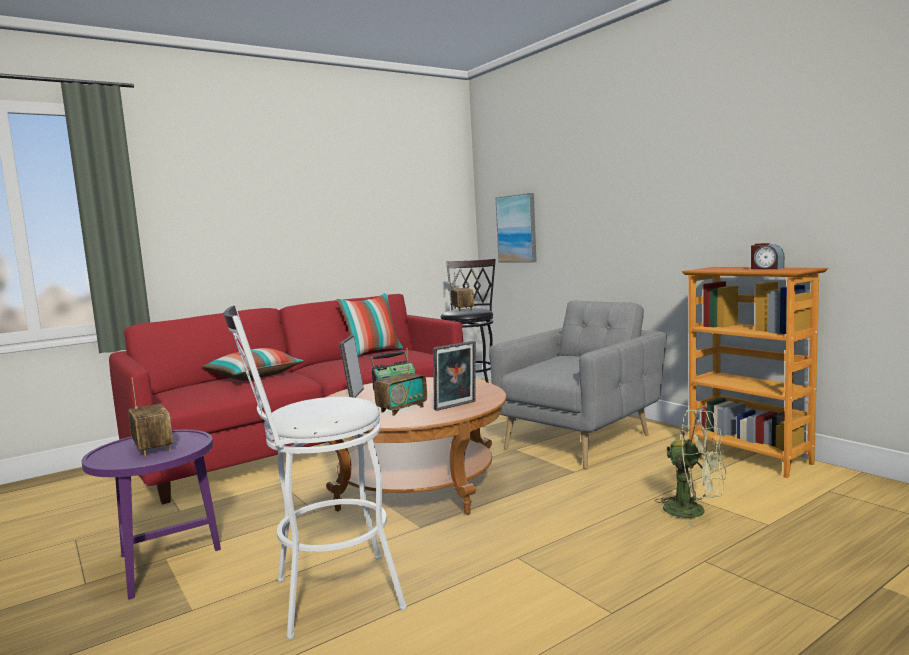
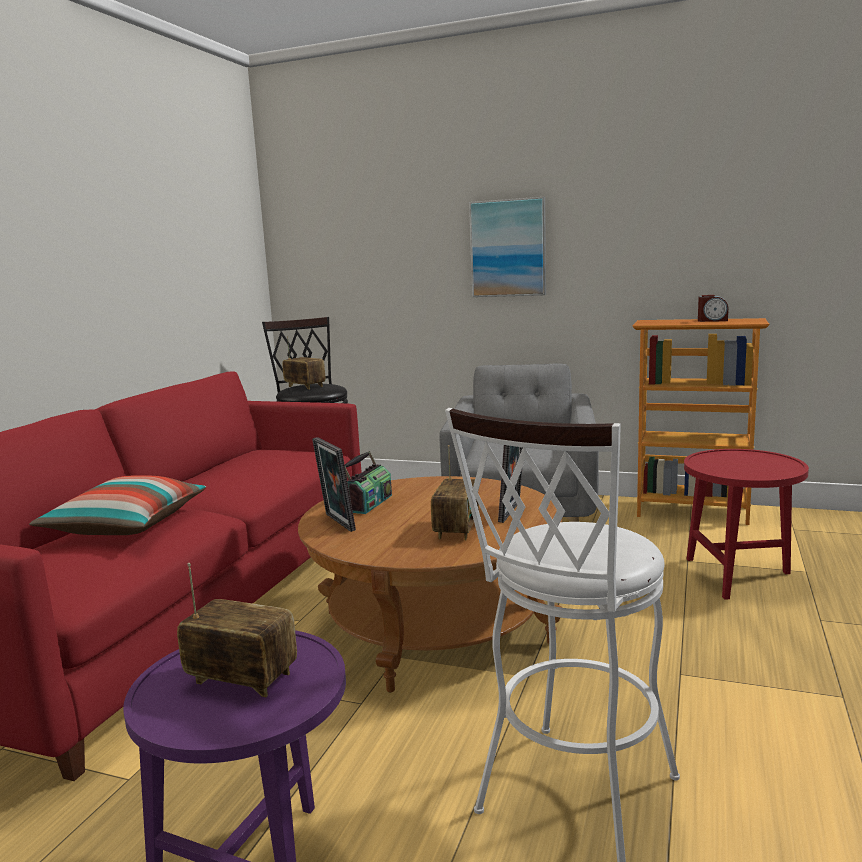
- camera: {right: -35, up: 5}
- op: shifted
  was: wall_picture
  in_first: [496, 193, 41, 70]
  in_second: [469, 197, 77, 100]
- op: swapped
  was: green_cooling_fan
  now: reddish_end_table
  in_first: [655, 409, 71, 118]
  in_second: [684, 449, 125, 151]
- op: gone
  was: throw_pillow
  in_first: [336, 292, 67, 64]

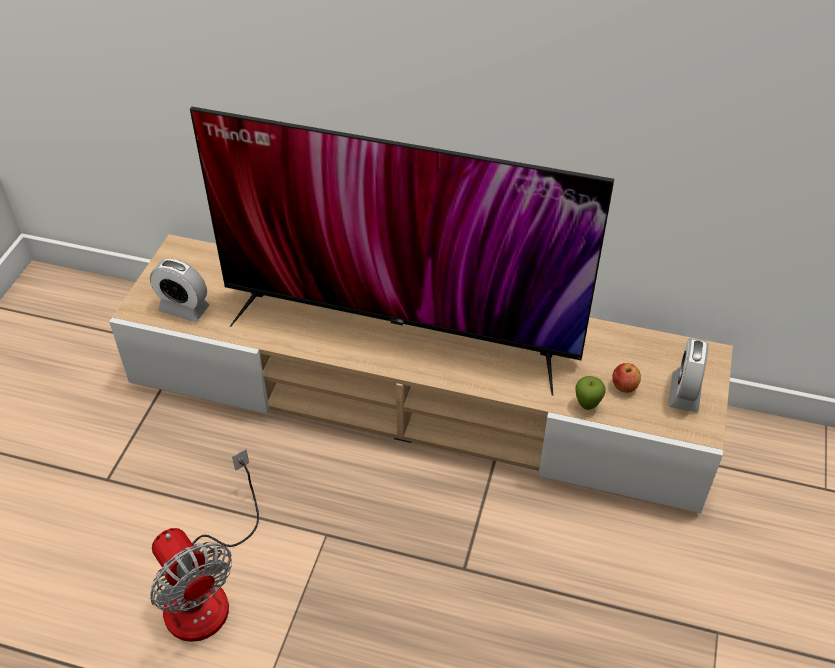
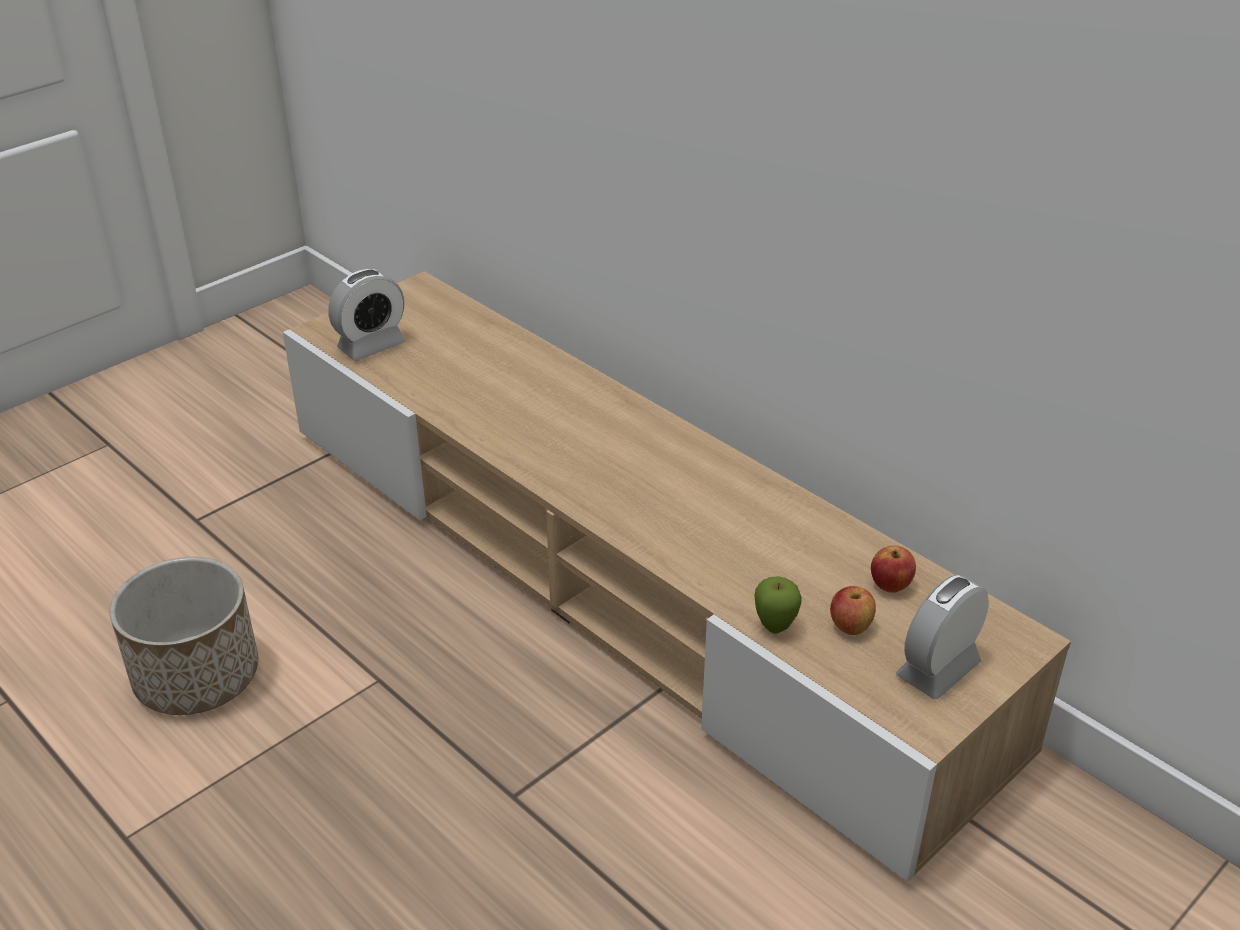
- camera: {right: 30, up: -10}
- op: swapped
  was: cooling_fan
  now: flower_pot
  in_first: [150, 449, 109, 193]
  in_second: [110, 557, 148, 158]
- op: rotated
  was: bedside_clock
  in_first: [150, 259, 59, 63]
  in_second: [328, 269, 77, 92]
  clockwise: -90
- op: new
  now: apple_fruit
  in_second: [871, 545, 45, 48]
- op: gone
  was: TV_set
  in_first: [190, 107, 424, 289]

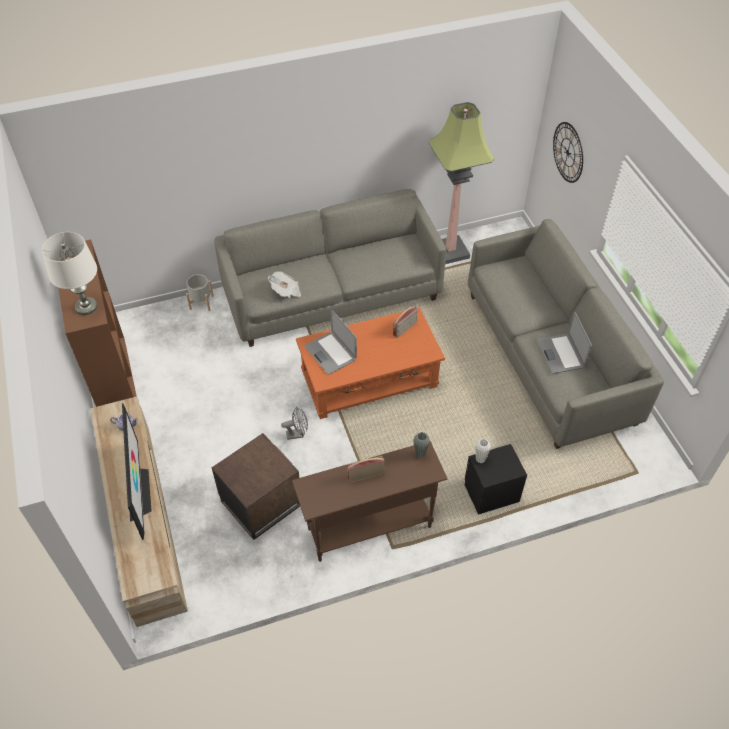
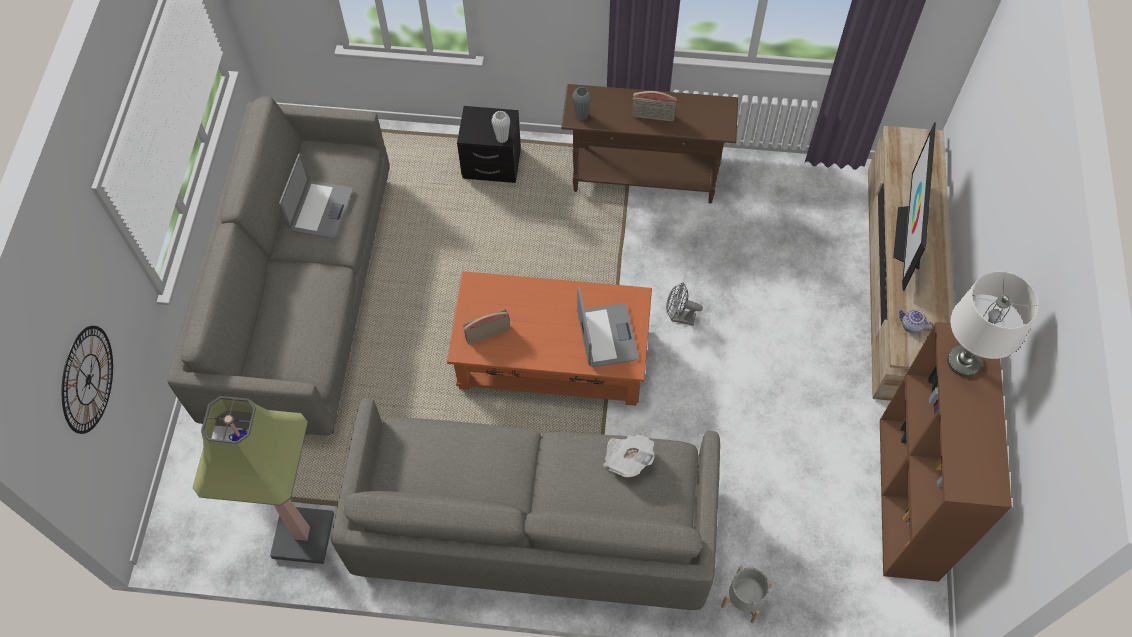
- camera: {right: -155, up: 10}
- op: gone
  was: brownish_end_table
  in_first: [211, 433, 89, 107]

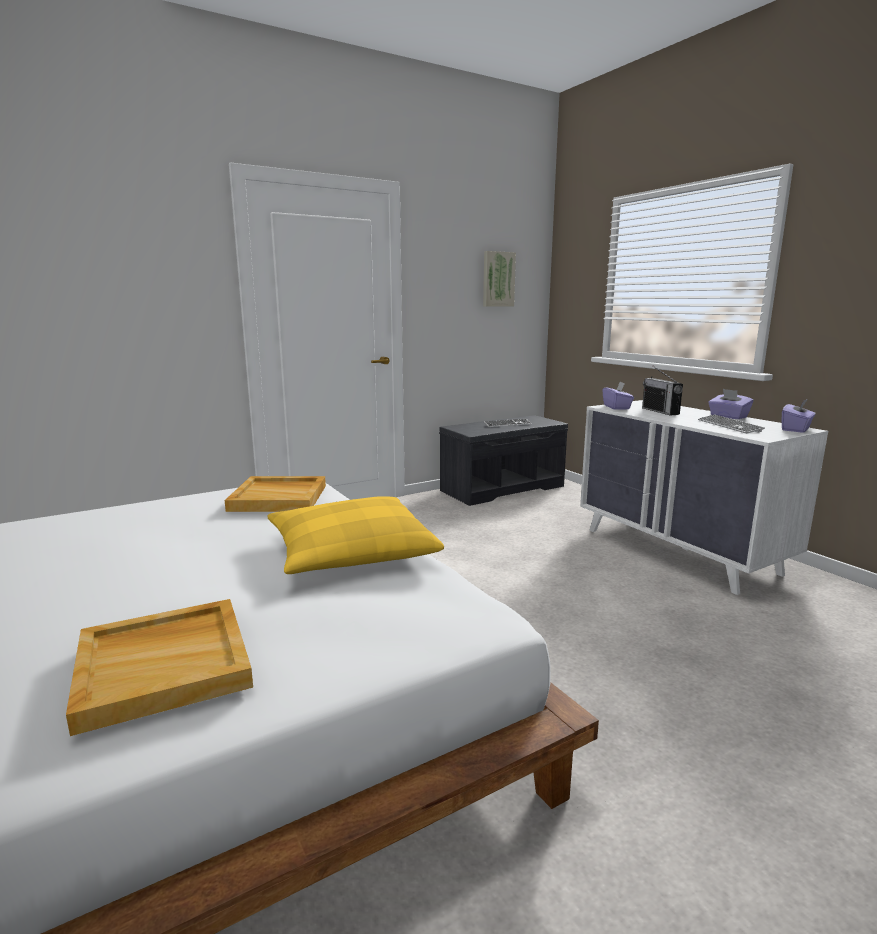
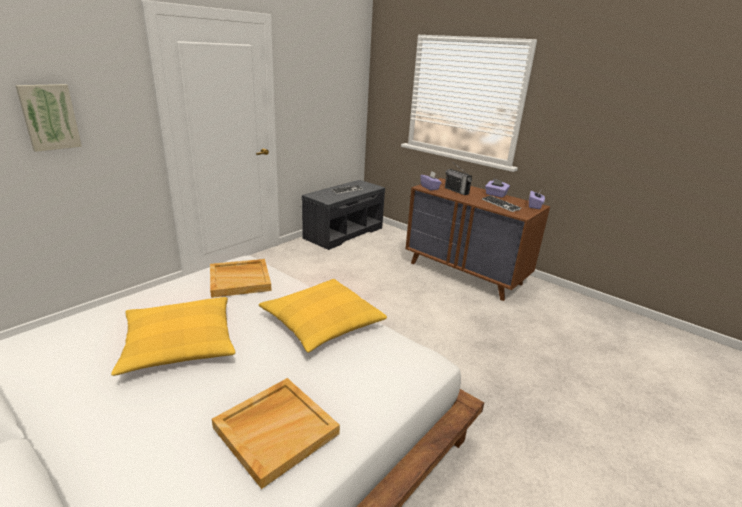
- camera: {right: -20, up: 10}
- op: shifted
  was: wall_picture
  in_first: [483, 251, 33, 56]
  in_second: [15, 84, 67, 68]
- op: new
  now: yellowish_throw_pillow
  in_second: [111, 297, 124, 79]
- op: repainted
  was: whitish_drawer_chest
  now: brownish_drawer_chest
  in_first: [580, 400, 248, 195]
  in_second: [405, 178, 145, 123]

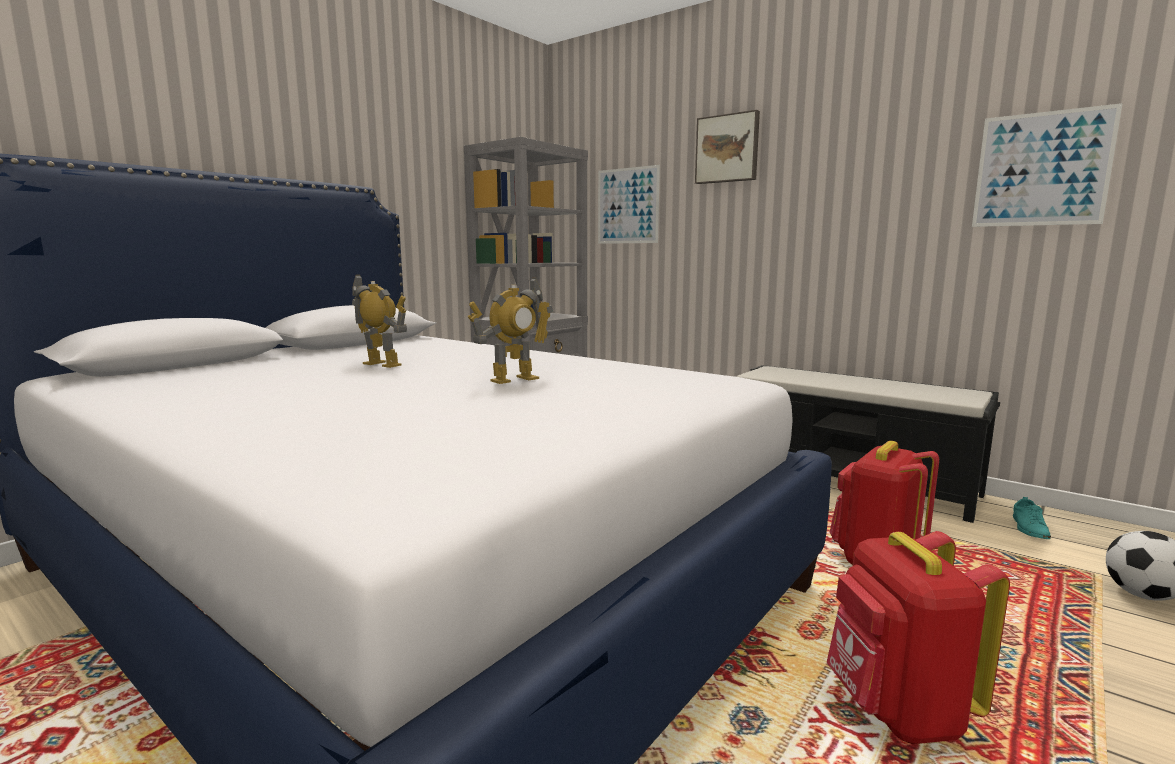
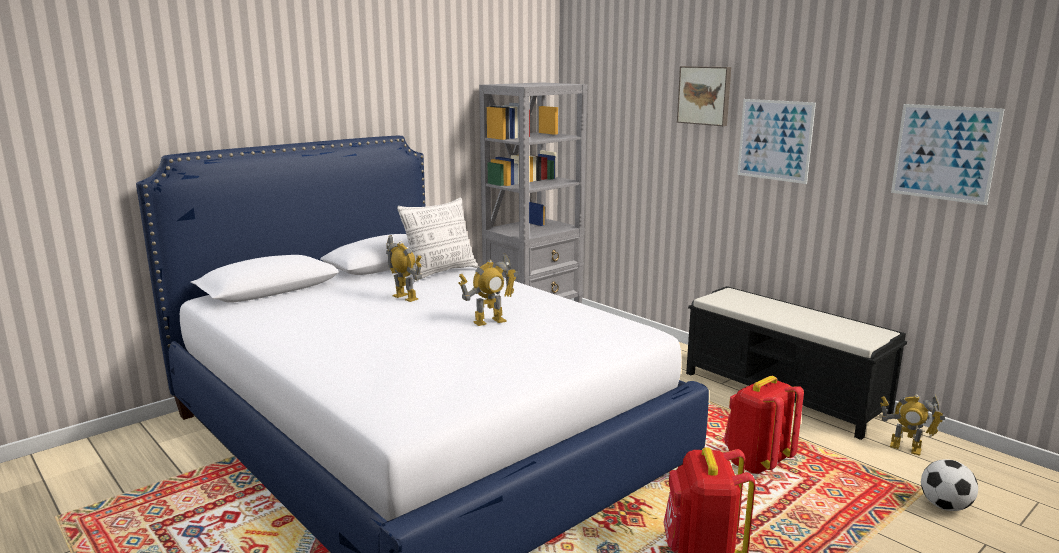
- camera: {right: 10, up: 5}
- op: new
  now: throw_pillow
  in_second: [397, 198, 81, 84]
- op: shifted
  was: wall_picture
  in_first: [598, 165, 62, 79]
  in_second: [737, 99, 79, 85]
- op: swapped
  was: blue-green_item_of_footwear
  now: robot_figure
  in_first: [1013, 497, 38, 42]
  in_second: [880, 395, 65, 61]

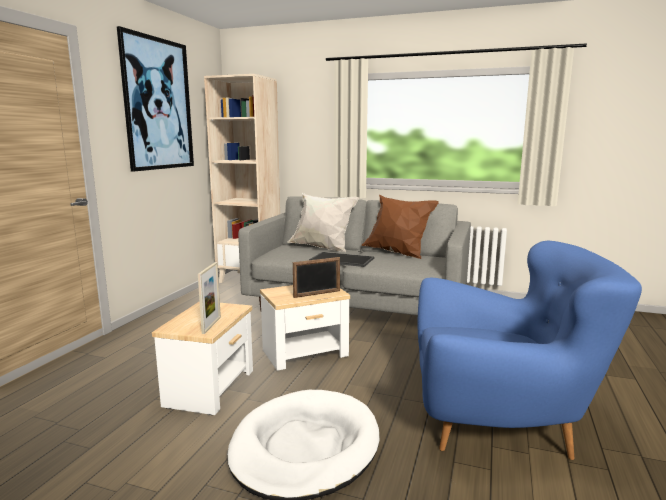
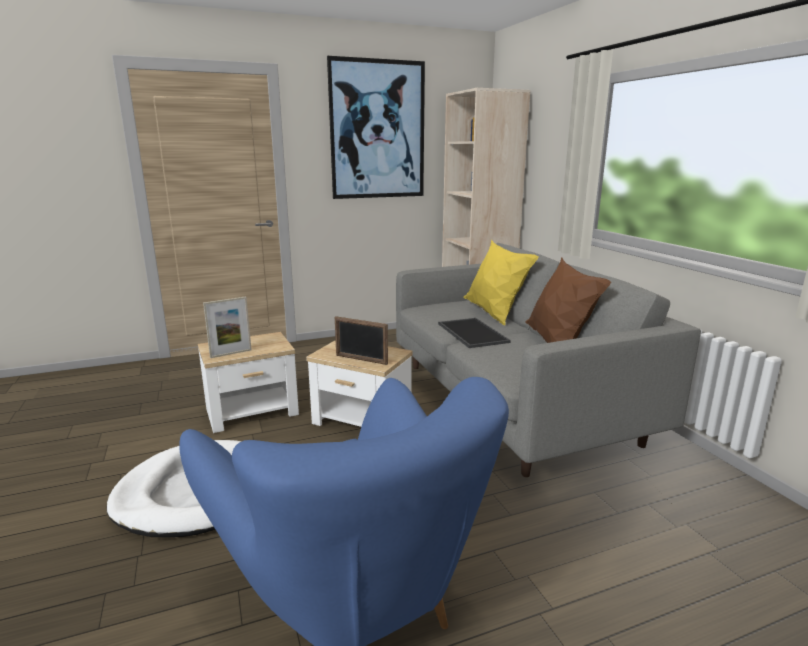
- camera: {right: 50, up: 5}
- op: repainted
  was: whitish_throw_pillow
  now: yellowish_throw_pillow
  in_first: [287, 193, 72, 59]
  in_second: [464, 240, 74, 86]

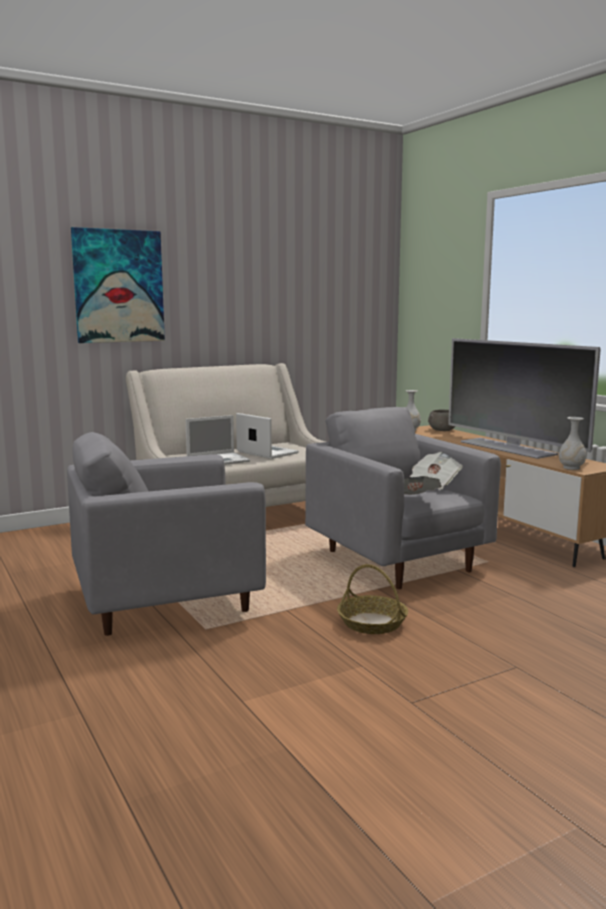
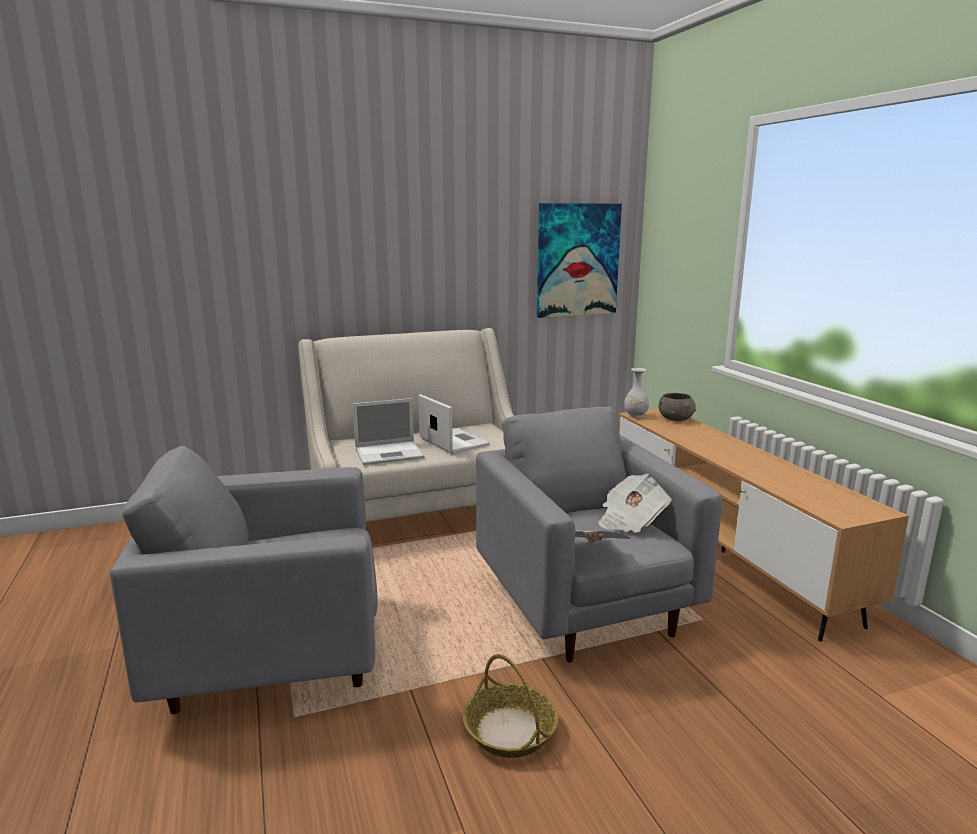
- camera: {right: 10, up: 5}
- op: shifted
  was: wall_picture
  in_first: [71, 227, 94, 116]
  in_second: [537, 203, 85, 115]
- op: gone
  was: TV_set
  in_first: [448, 338, 153, 121]
- op: gone
  was: whitish_vase
  in_first: [559, 417, 27, 53]

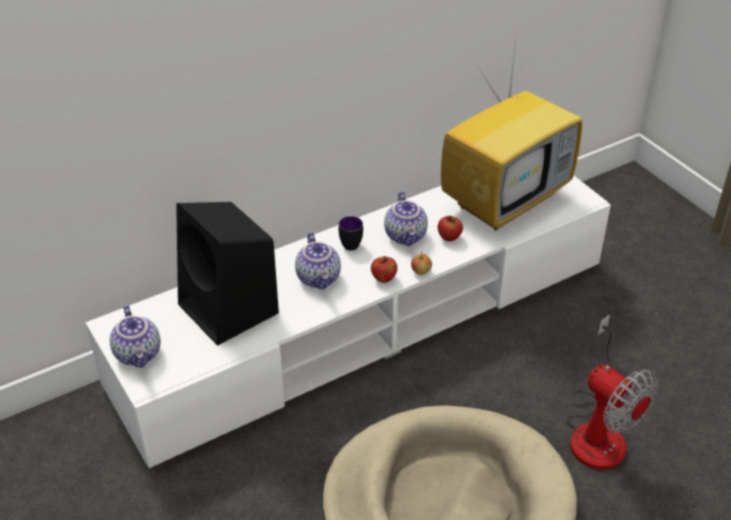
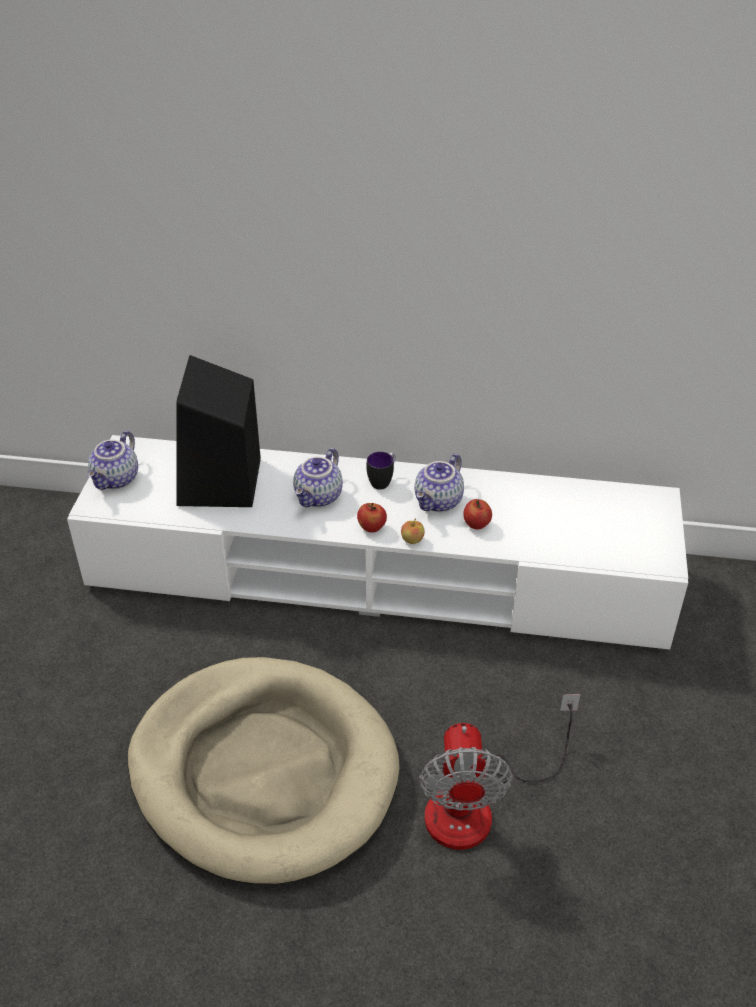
- camera: {right: 40, up: 0}
- op: gone
  was: TV_set
  in_first: [441, 33, 141, 197]

